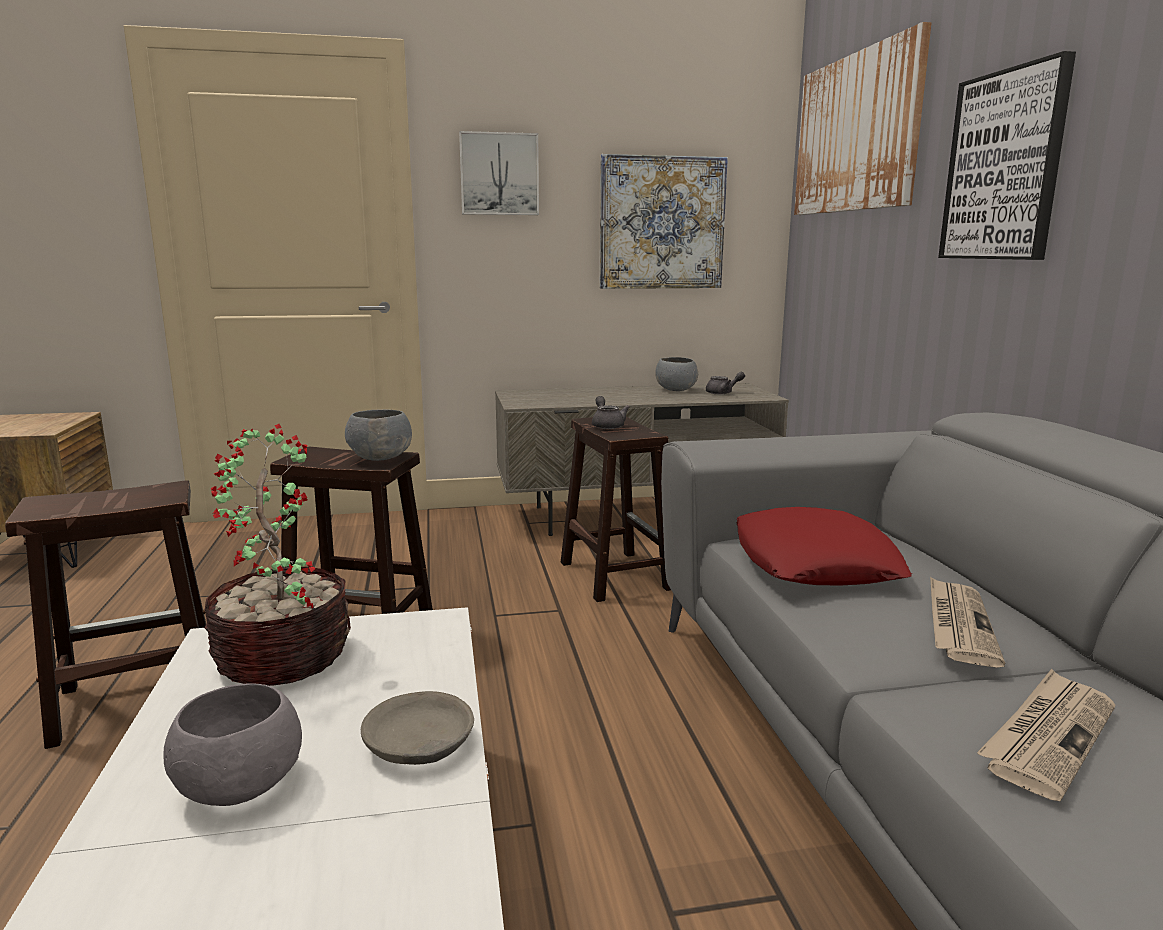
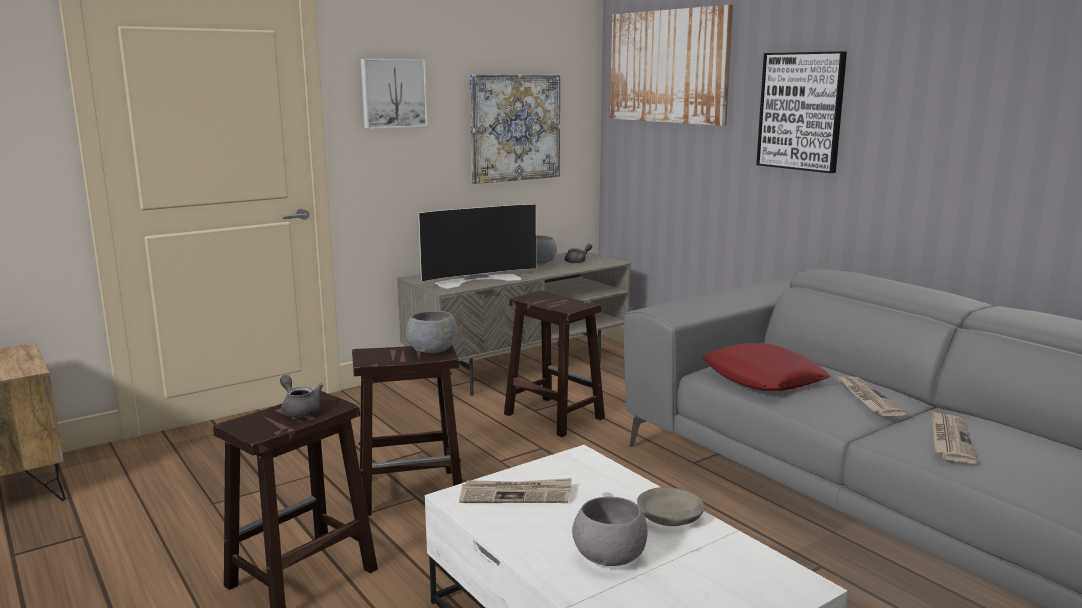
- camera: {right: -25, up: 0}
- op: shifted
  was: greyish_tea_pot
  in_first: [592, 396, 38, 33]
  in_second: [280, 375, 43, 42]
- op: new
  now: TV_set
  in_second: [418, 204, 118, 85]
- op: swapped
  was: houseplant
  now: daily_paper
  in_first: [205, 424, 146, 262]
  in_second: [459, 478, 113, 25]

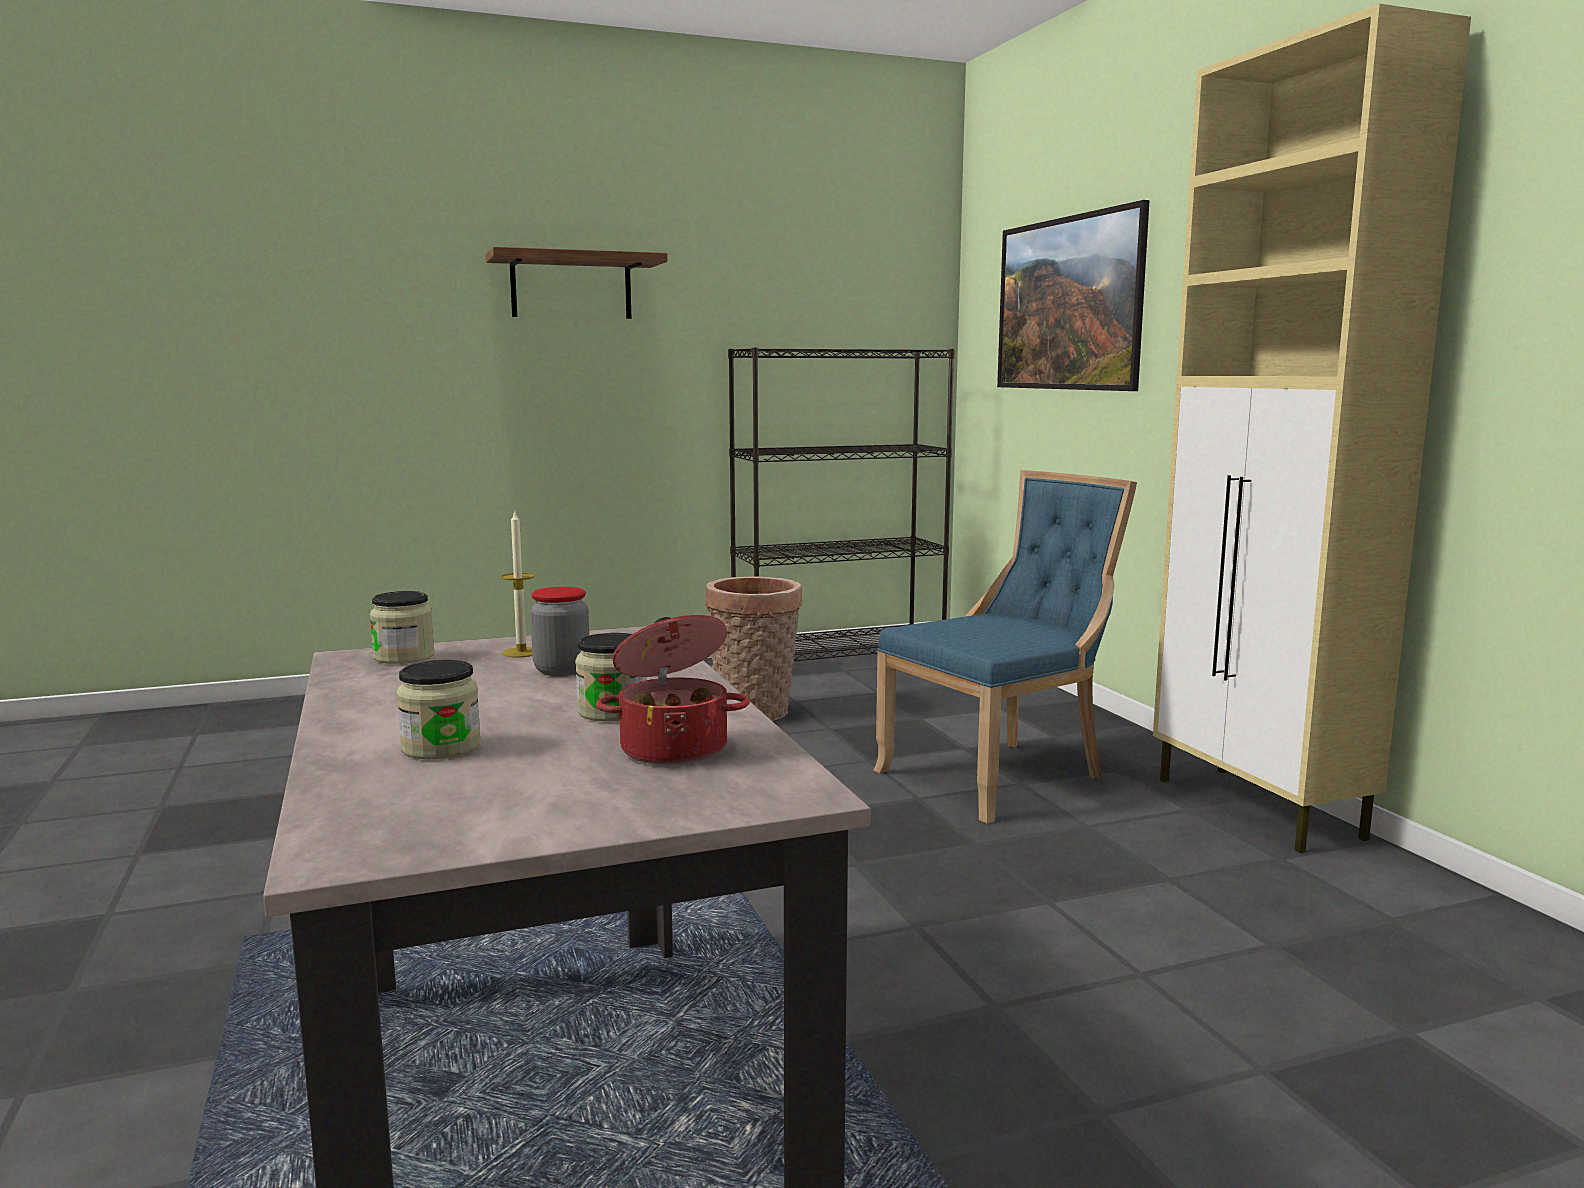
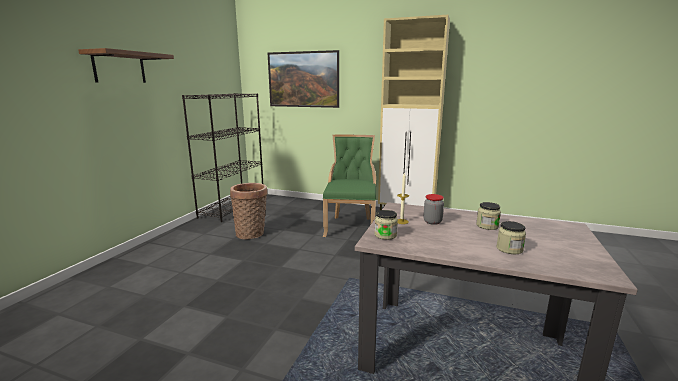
- camera: {right: -50, up: 5}
- op: repainted
  was: blue-coloured_chair
  now: green_chair
  in_first: [873, 470, 264, 354]
  in_second: [323, 135, 53, 102]
- op: gone
  was: saucepot
  in_first: [596, 615, 154, 150]

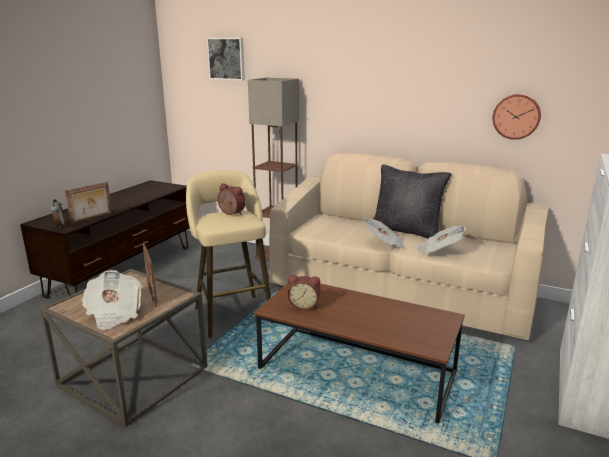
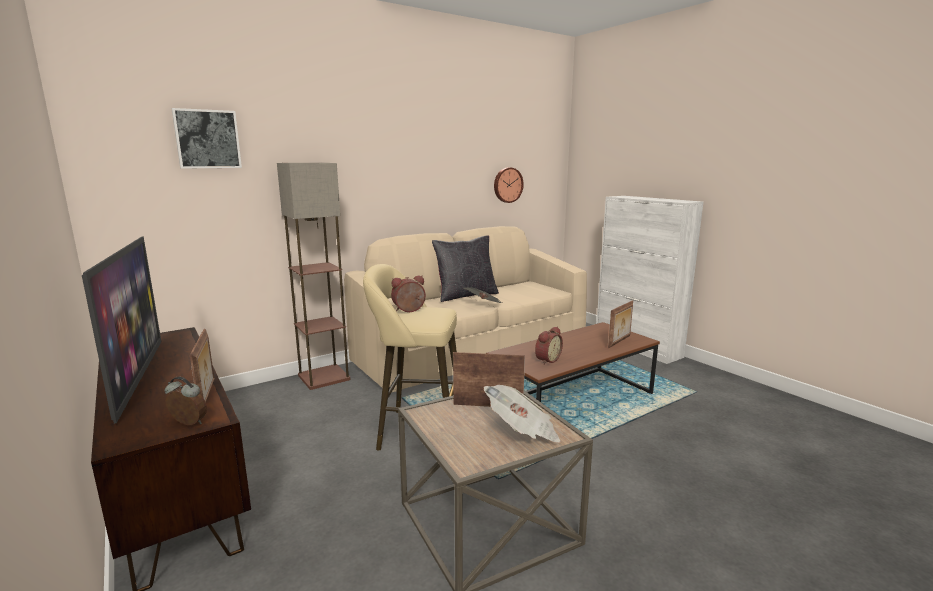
- camera: {right: -60, up: -5}
- op: new
  now: TV_set
  in_second: [82, 236, 79, 188]
- op: new
  now: picture_frame
  in_second: [608, 300, 25, 48]
- op: gone
  was: daily_paper
  in_first: [415, 225, 52, 29]

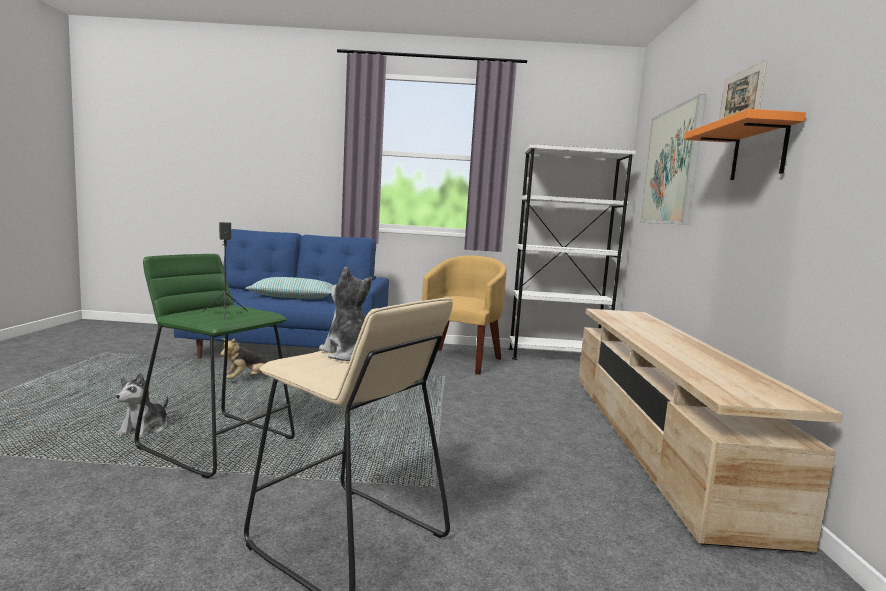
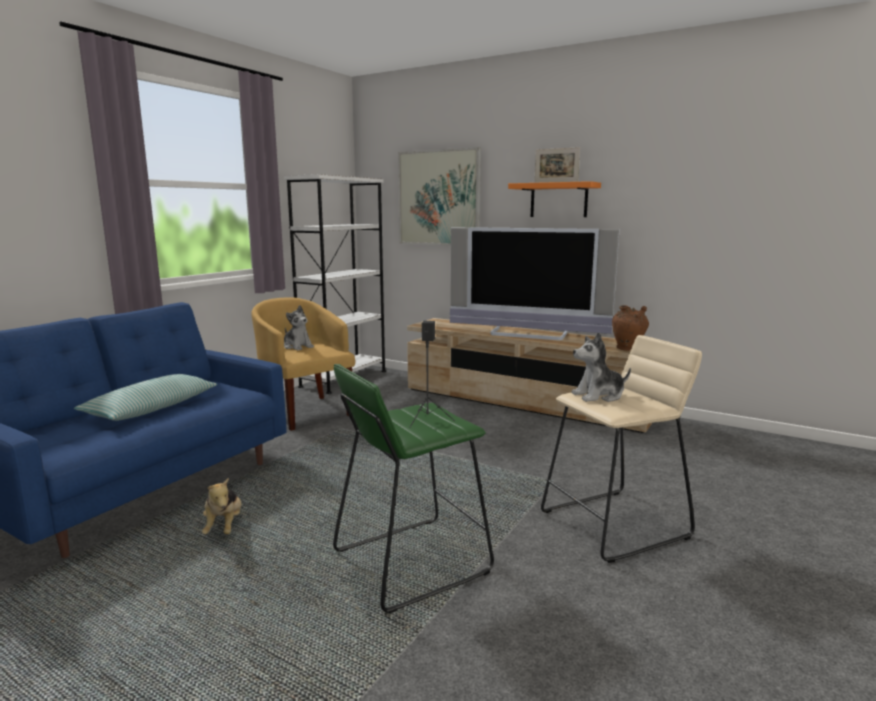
- camera: {right: -60, up: 5}
- op: shifted
  was: plush_toy
  in_first: [115, 373, 53, 66]
  in_second: [284, 305, 30, 45]
- op: new
  now: TV_set
  in_second: [450, 227, 170, 113]
- op: new
  now: brownish_vase
  in_second: [612, 305, 37, 46]

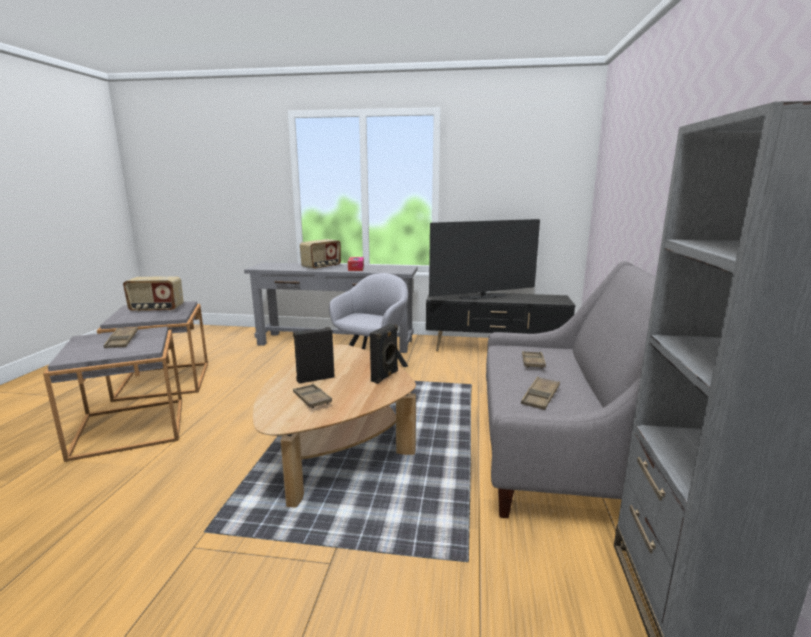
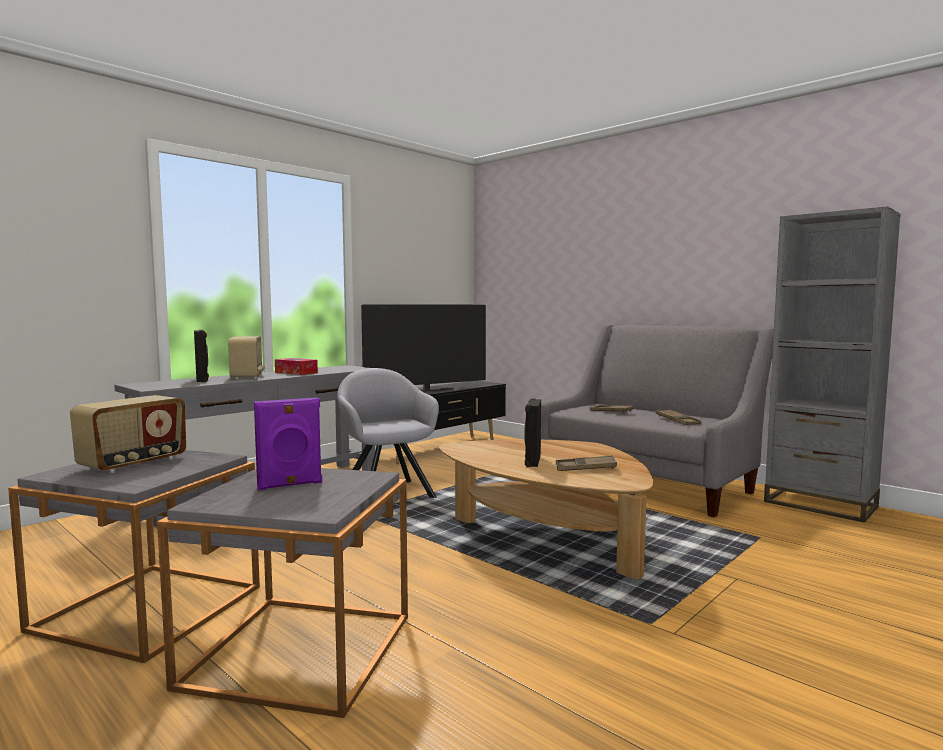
- camera: {right: -55, up: -10}
- op: shifted
  was: black-coloured_audio_speaker
  in_first: [370, 324, 28, 60]
  in_second: [194, 330, 15, 52]
- op: swapped
  was: brownish_tray
  now: purplish_audio_speaker
  in_first: [104, 327, 34, 21]
  in_second: [254, 398, 68, 92]
- op: rotated
  was: TV_set
  in_first: [429, 219, 111, 81]
  in_second: [361, 304, 125, 88]
  clockwise: 45

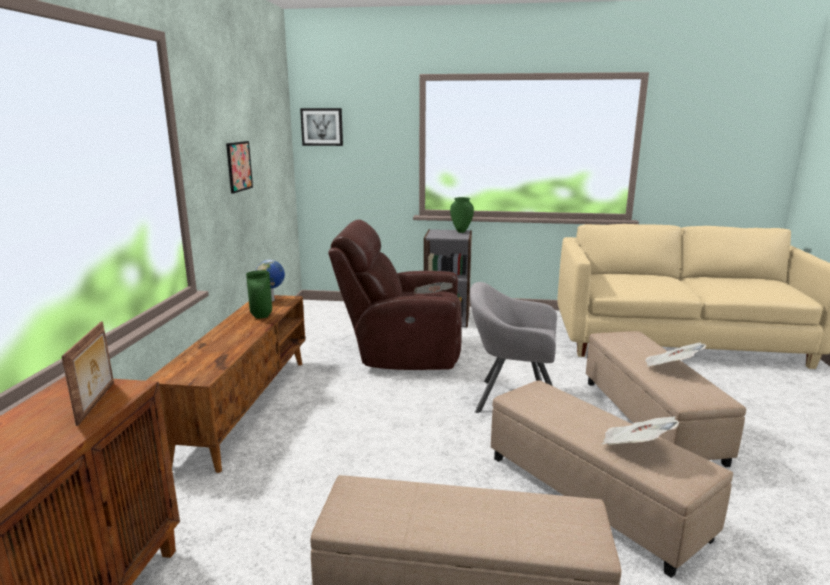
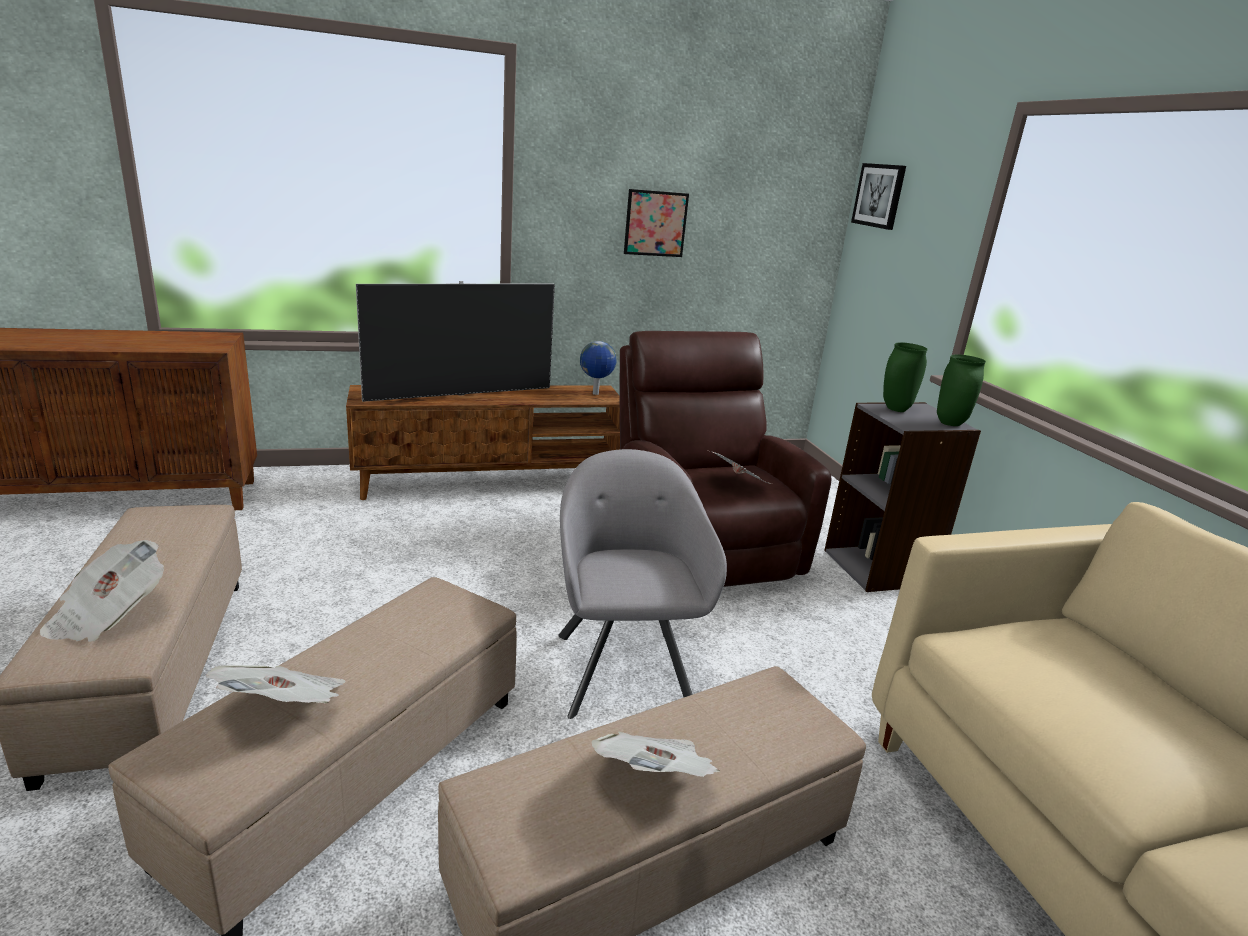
- camera: {right: 65, up: 5}
- op: new
  now: daily_paper
  in_second: [40, 540, 124, 102]
- op: new
  now: TV_set
  in_second: [356, 281, 199, 121]
- op: shifted
  was: green_vase
  in_first: [246, 270, 26, 49]
  in_second: [883, 342, 44, 70]
- op: gone
  was: picture_frame
  in_first: [61, 321, 53, 105]

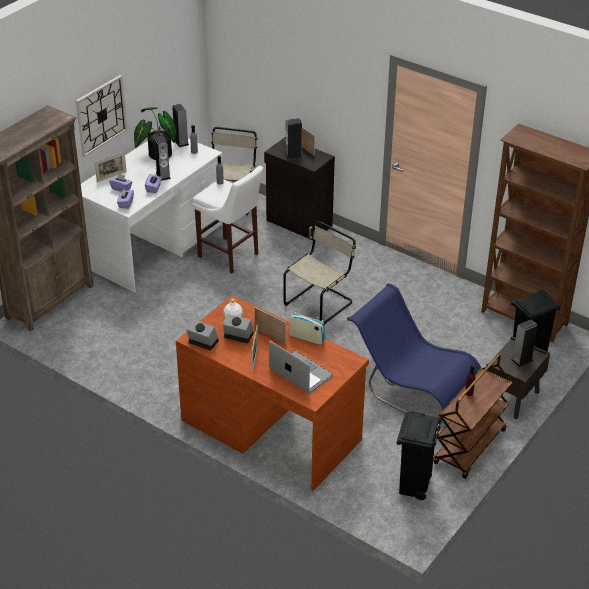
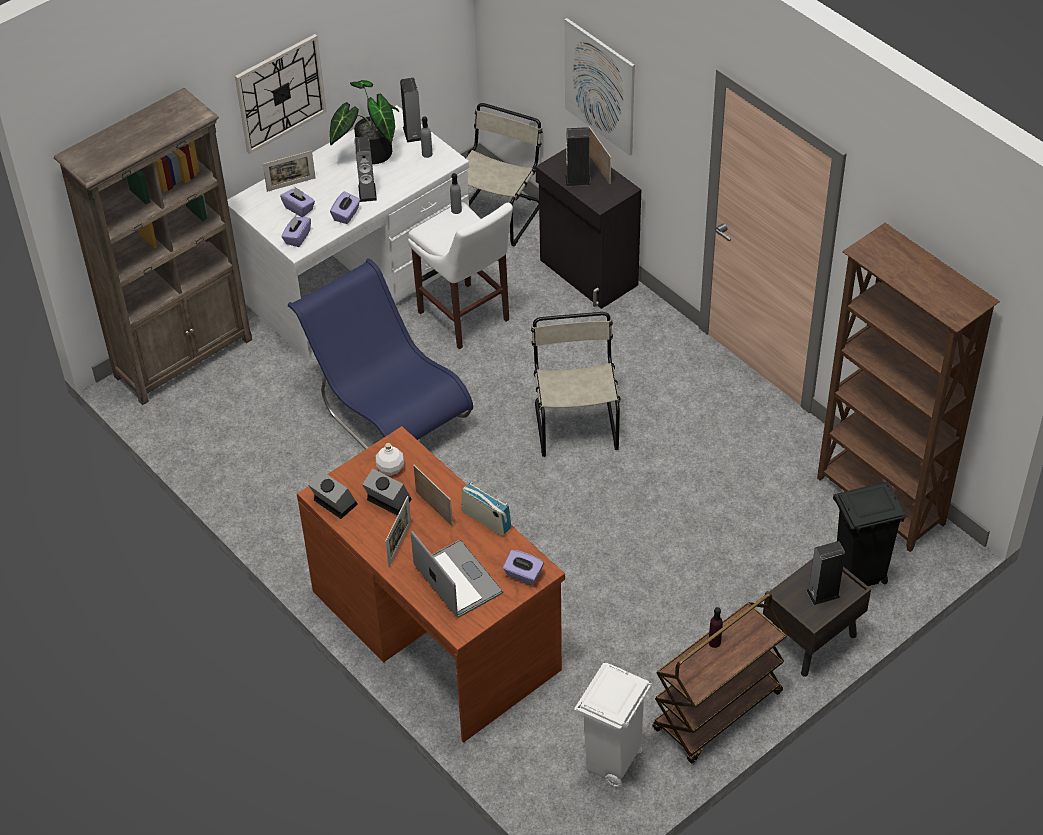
- camera: {right: 15, up: 10}
- op: shifted
  was: blue-coloured_chair
  in_first: [347, 283, 134, 135]
  in_second: [288, 259, 185, 190]
- op: new
  now: purplish_tissue_holder
  in_second: [503, 550, 41, 35]
- op: rotated
  was: beige-coloured_chair
  in_first: [283, 222, 73, 103]
  in_second: [531, 312, 90, 145]
  clockwise: -60
- op: new
  now: wall_picture
  in_second: [565, 18, 70, 138]
- op: repainted
  was: black-coloured_rubbish_bin
  now: whitish_rubbish_bin
  in_first: [397, 411, 46, 89]
  in_second: [574, 663, 78, 124]

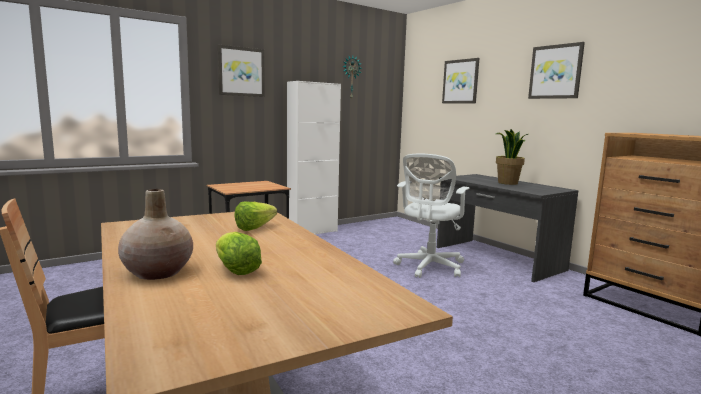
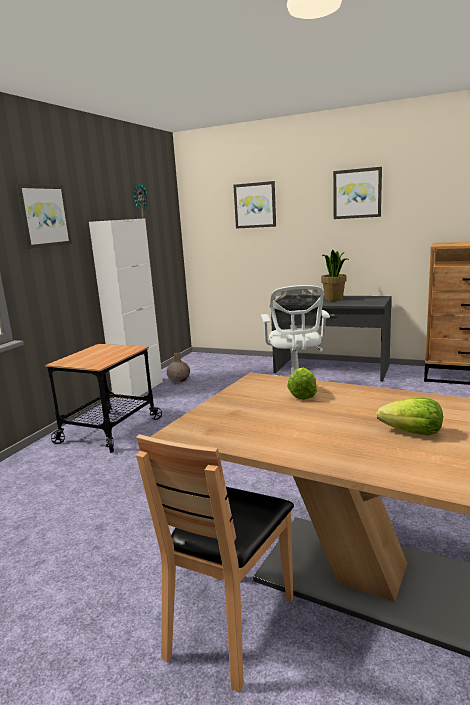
- camera: {right: -30, up: 5}
- op: shifted
  was: beige-coloured_vase
  in_first: [118, 189, 75, 91]
  in_second: [167, 352, 23, 31]

